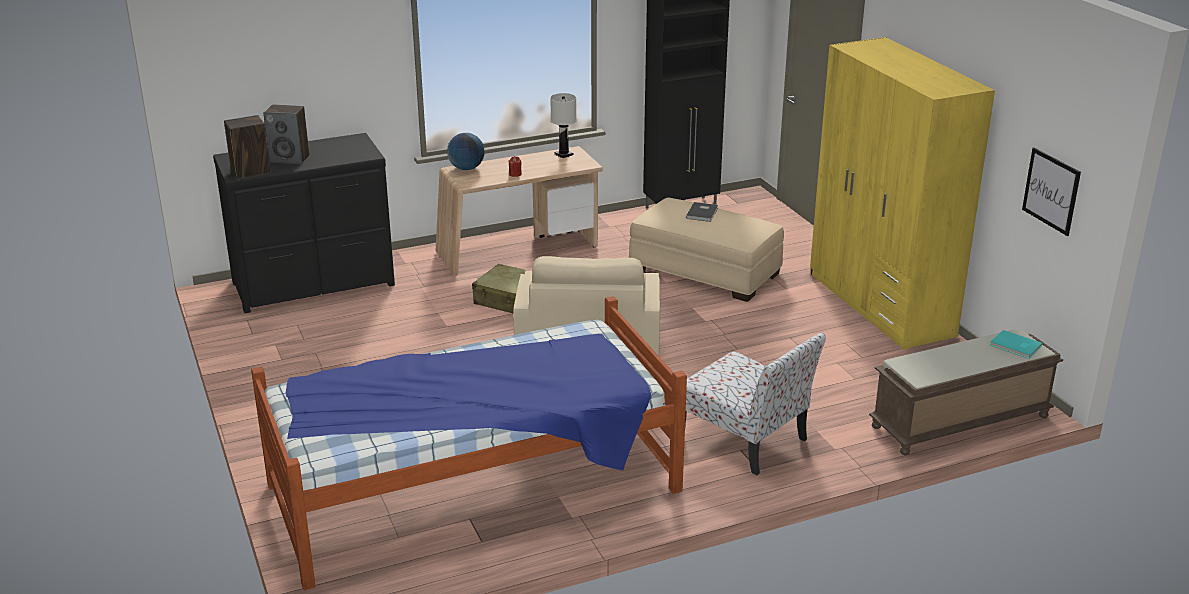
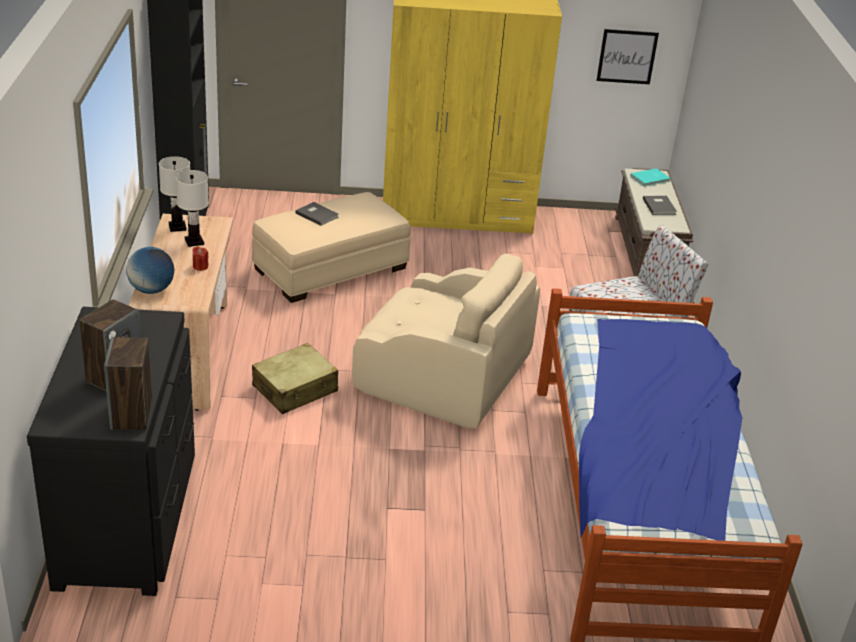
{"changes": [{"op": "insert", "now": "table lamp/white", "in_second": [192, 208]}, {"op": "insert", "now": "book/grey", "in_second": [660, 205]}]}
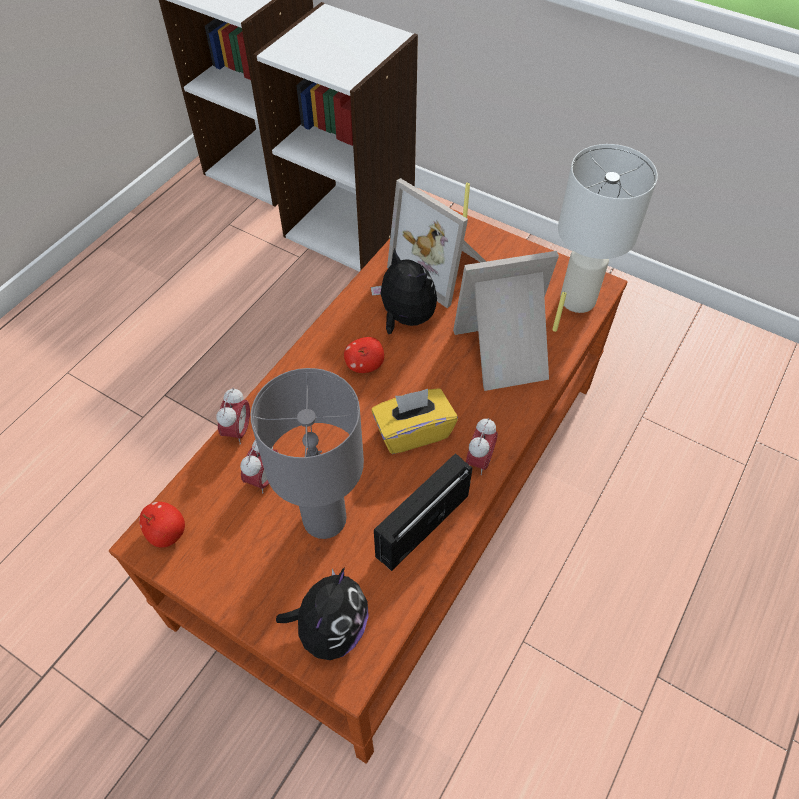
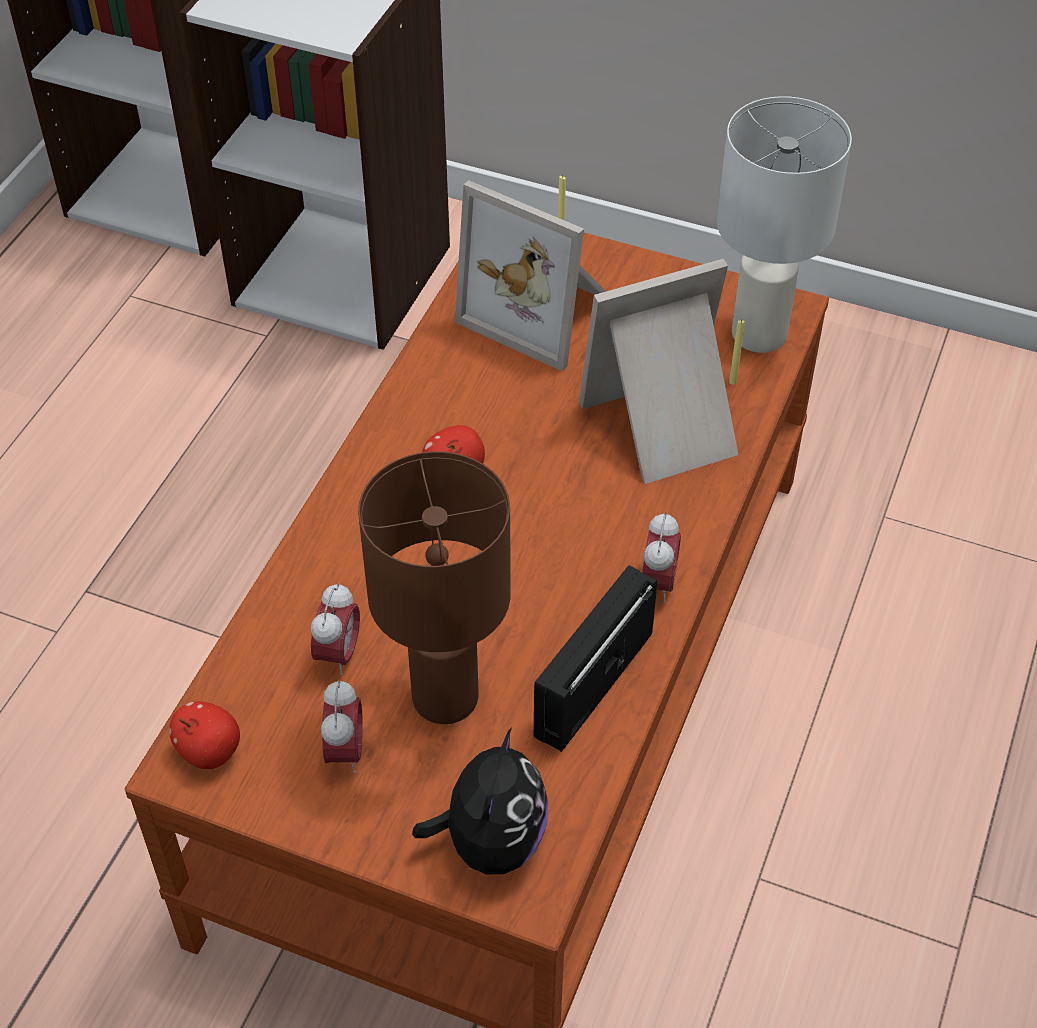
{"changes": [{"op": "move", "was": "alarm clock", "in_first": [233, 416], "in_second": [342, 726]}, {"op": "recolor", "was": "table lamp/grey", "now": "table lamp/brown", "in_first": [307, 453], "in_second": [434, 587]}, {"op": "delete", "was": "plush toy", "in_first": [404, 291]}, {"op": "delete", "was": "tissue box/yellow", "in_first": [414, 421]}]}
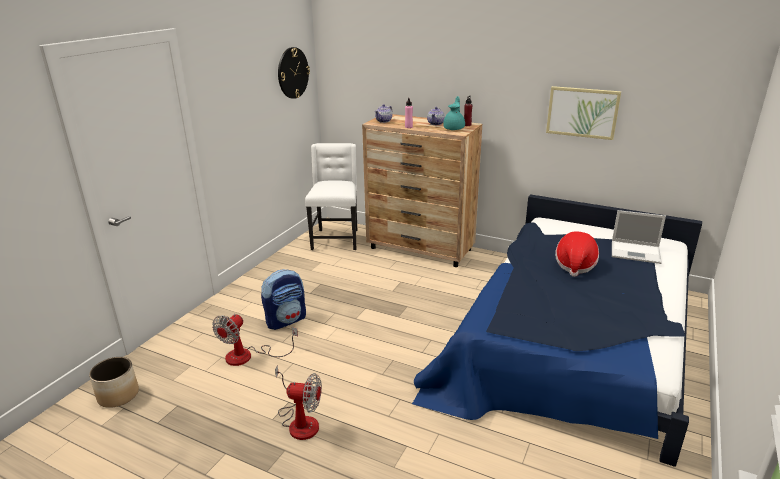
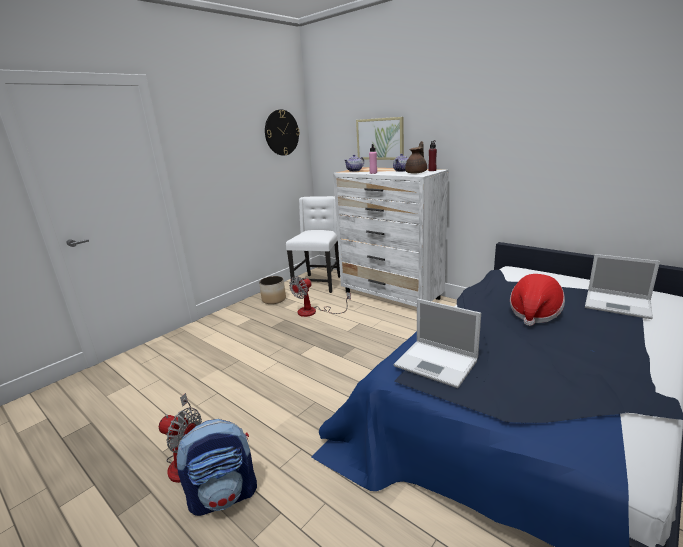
{"changes": [{"op": "move", "was": "backpack", "in_first": [283, 299], "in_second": [216, 467]}, {"op": "move", "was": "planter", "in_first": [114, 382], "in_second": [272, 290]}, {"op": "move", "was": "fan", "in_first": [255, 340], "in_second": [320, 296]}, {"op": "recolor", "was": "dresser/brown", "now": "dresser/white", "in_first": [422, 190], "in_second": [391, 237]}, {"op": "move", "was": "picture", "in_first": [583, 113], "in_second": [380, 138]}, {"op": "insert", "now": "laptop", "in_second": [437, 343]}, {"op": "recolor", "was": "teapot/turquoise", "now": "teapot/brown", "in_first": [454, 113], "in_second": [416, 157]}]}
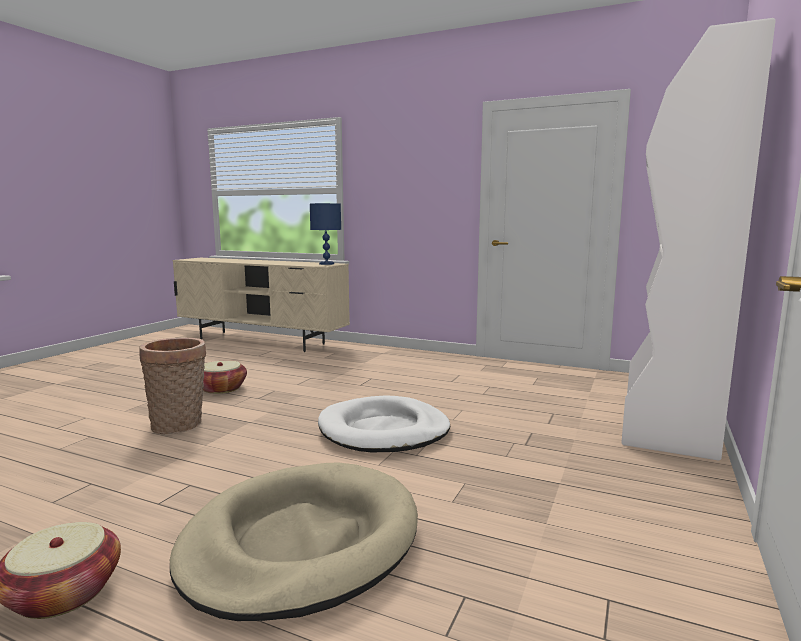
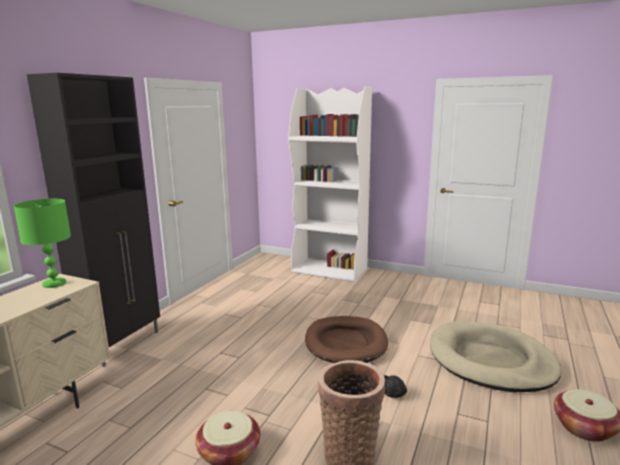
{"changes": [{"op": "recolor", "was": "table lamp/blue", "now": "table lamp/green", "in_first": [325, 234], "in_second": [42, 243]}, {"op": "insert", "now": "cabinet/black", "in_second": [93, 220]}, {"op": "recolor", "was": "dog bed/white", "now": "dog bed/brown", "in_first": [384, 423], "in_second": [346, 339]}, {"op": "insert", "now": "plush toy/black", "in_second": [395, 386]}]}
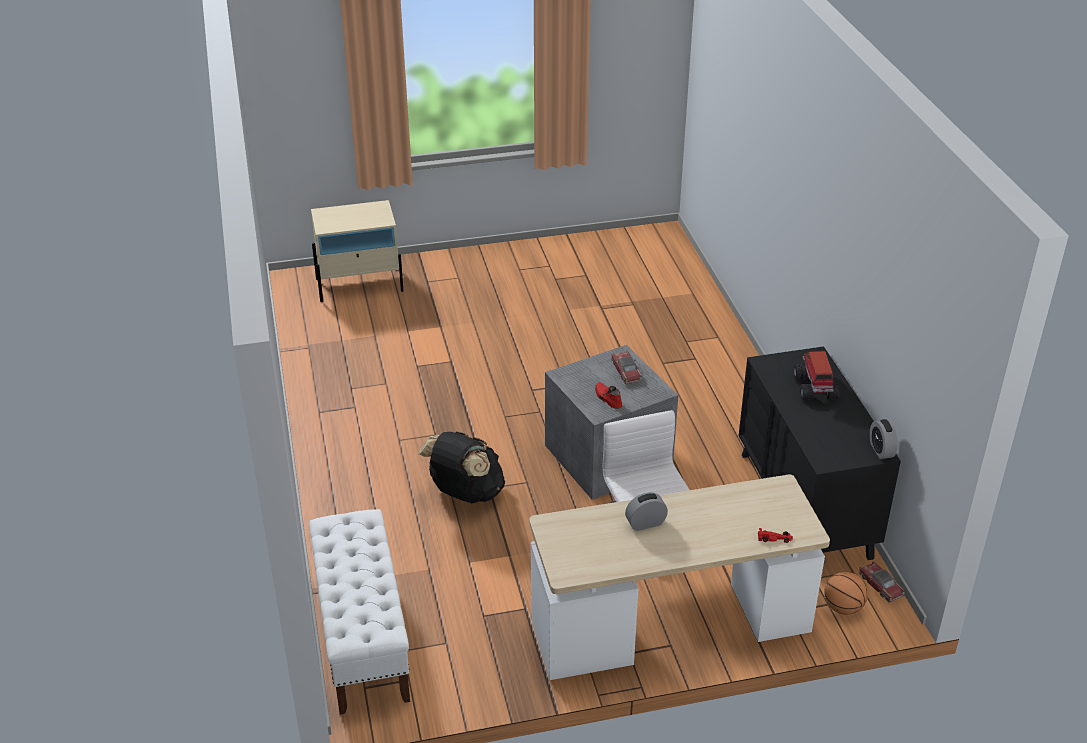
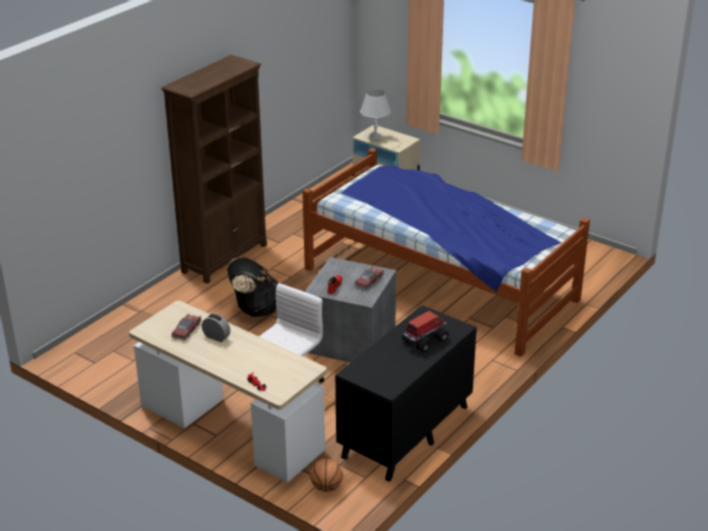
{"changes": [{"op": "insert", "now": "bookcase/brown", "in_second": [214, 169]}, {"op": "move", "was": "toy car", "in_first": [882, 582], "in_second": [186, 327]}, {"op": "insert", "now": "bed", "in_second": [446, 252]}, {"op": "insert", "now": "table lamp/white", "in_second": [375, 115]}, {"op": "delete", "was": "bench/white", "in_first": [359, 612]}, {"op": "delete", "was": "alarm clock", "in_first": [884, 439]}]}
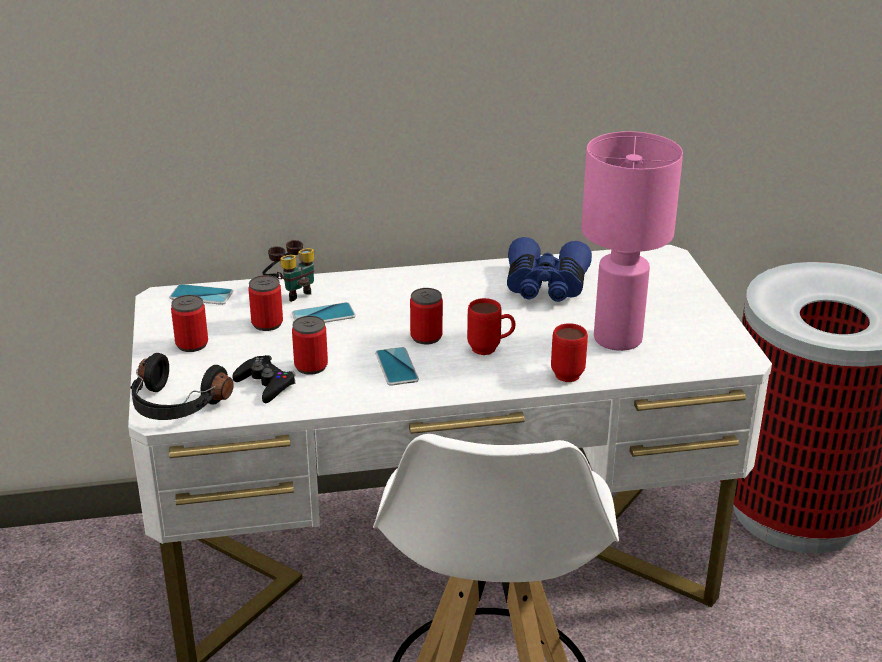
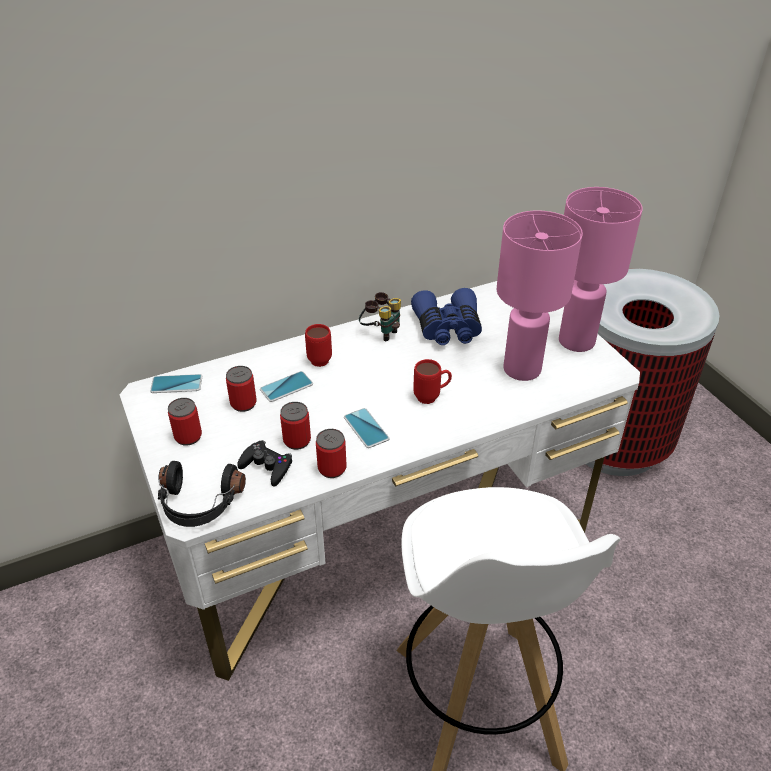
{"changes": [{"op": "move", "was": "mug/red", "in_first": [569, 352], "in_second": [318, 345]}, {"op": "move", "was": "can", "in_first": [426, 316], "in_second": [331, 453]}, {"op": "move", "was": "binoculars", "in_first": [288, 271], "in_second": [380, 316]}, {"op": "insert", "now": "table lamp/pink", "in_second": [601, 269]}]}
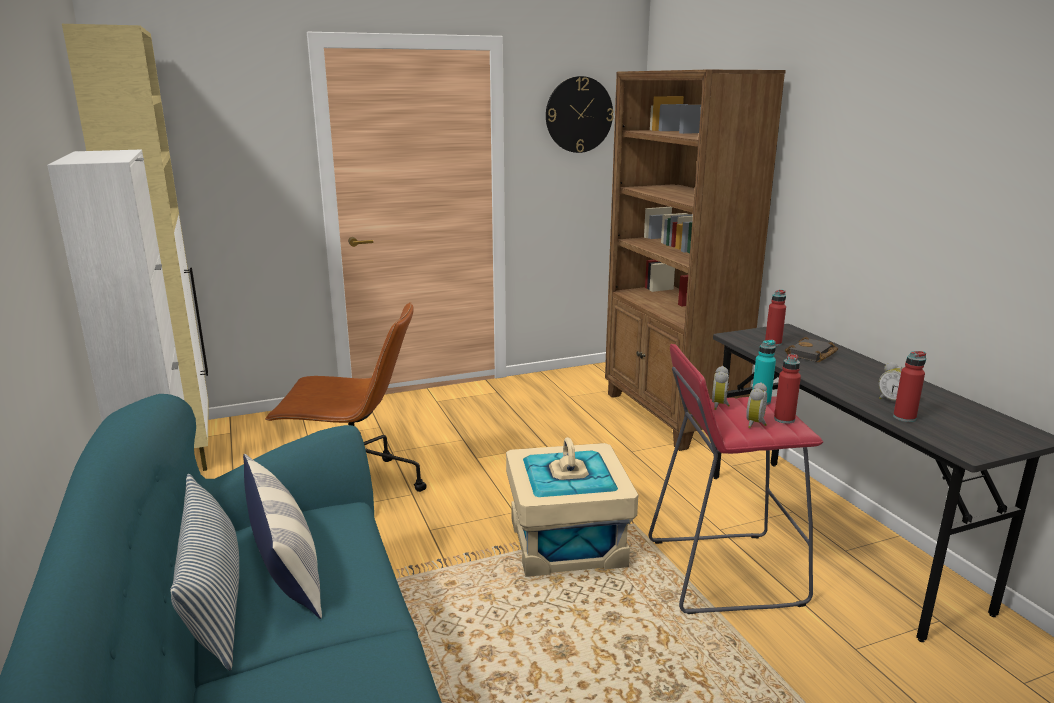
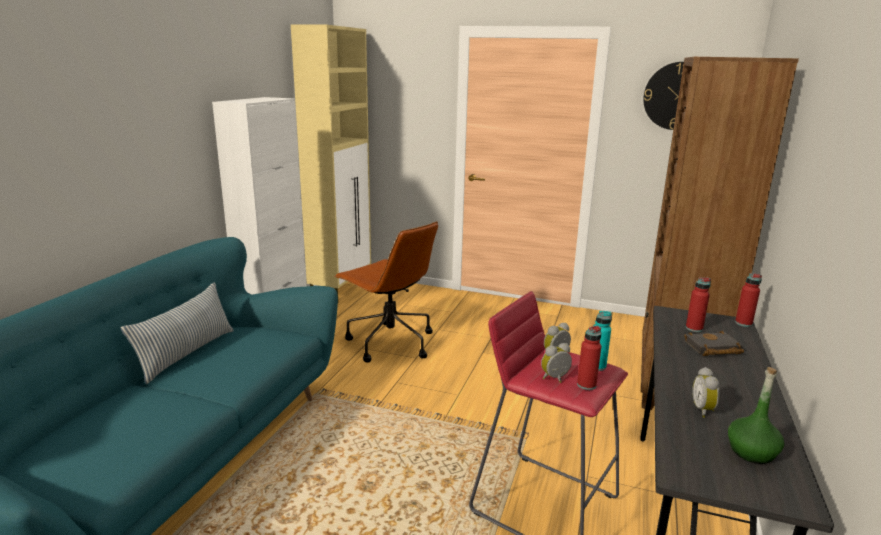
{"changes": [{"op": "insert", "now": "bottle/green", "in_second": [756, 415]}, {"op": "move", "was": "bottle/red", "in_first": [909, 386], "in_second": [748, 300]}, {"op": "delete", "was": "pillow", "in_first": [282, 536]}, {"op": "delete", "was": "storage box/beige", "in_first": [572, 507]}]}
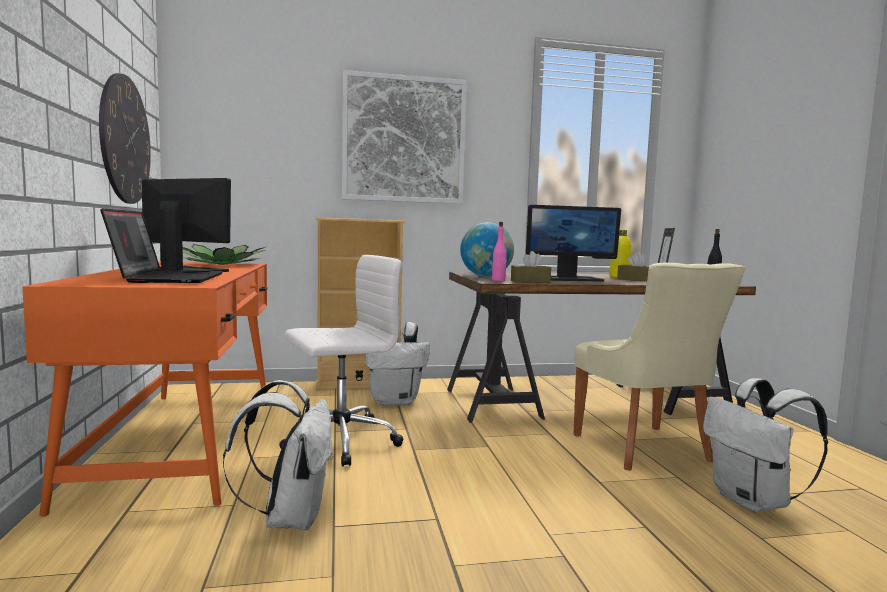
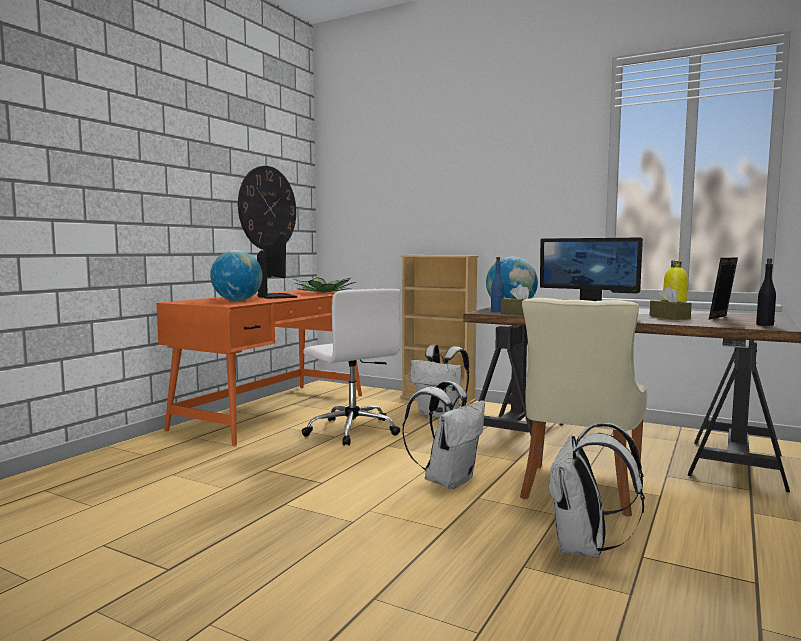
{"changes": [{"op": "replace", "was": "laptop", "now": "globe", "in_first": [161, 245], "in_second": [236, 275]}, {"op": "rotate", "was": "office chair/white", "in_first": [341, 361], "in_second": [351, 367], "clockwise": 45}, {"op": "move", "was": "backpack/white", "in_first": [278, 455], "in_second": [443, 435]}, {"op": "recolor", "was": "bottle/pink", "now": "bottle/blue", "in_first": [499, 251], "in_second": [497, 284]}, {"op": "delete", "was": "picture", "in_first": [404, 137]}]}
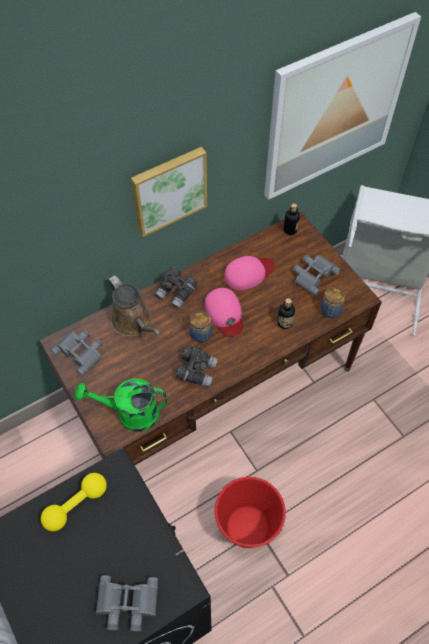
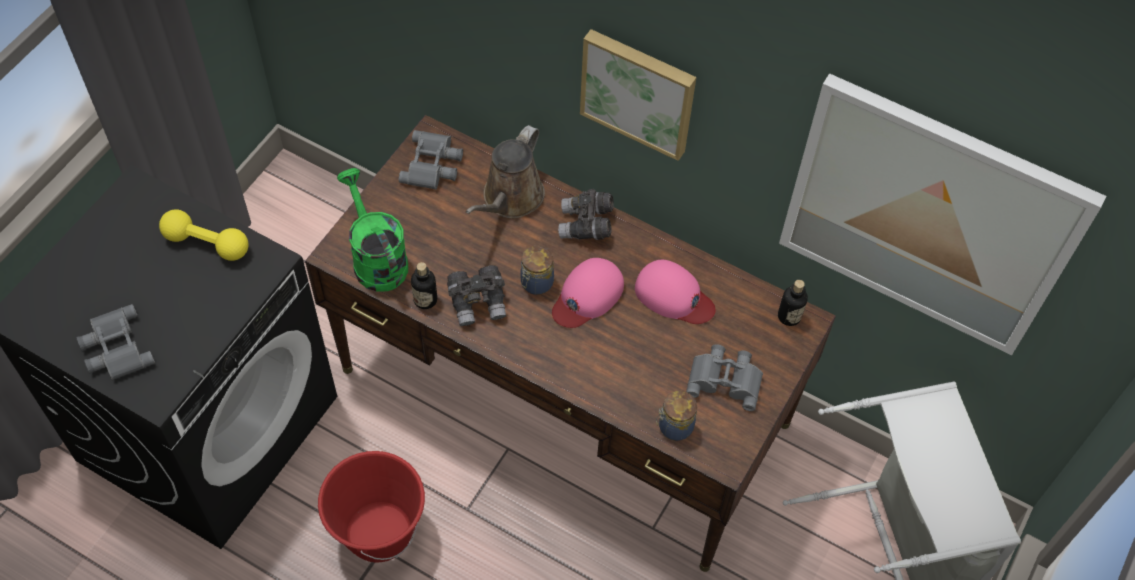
{"changes": [{"op": "move", "was": "bottle", "in_first": [286, 313], "in_second": [424, 285]}]}
